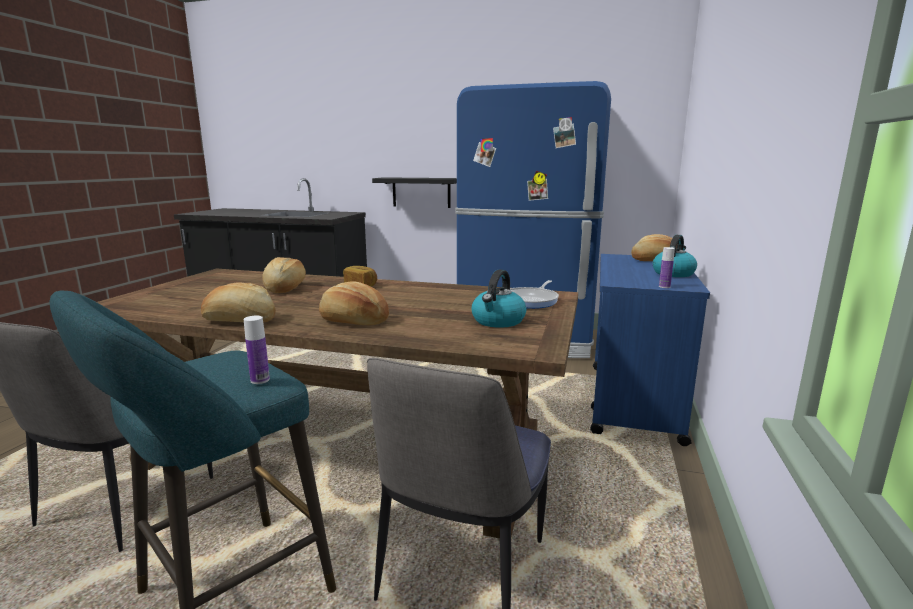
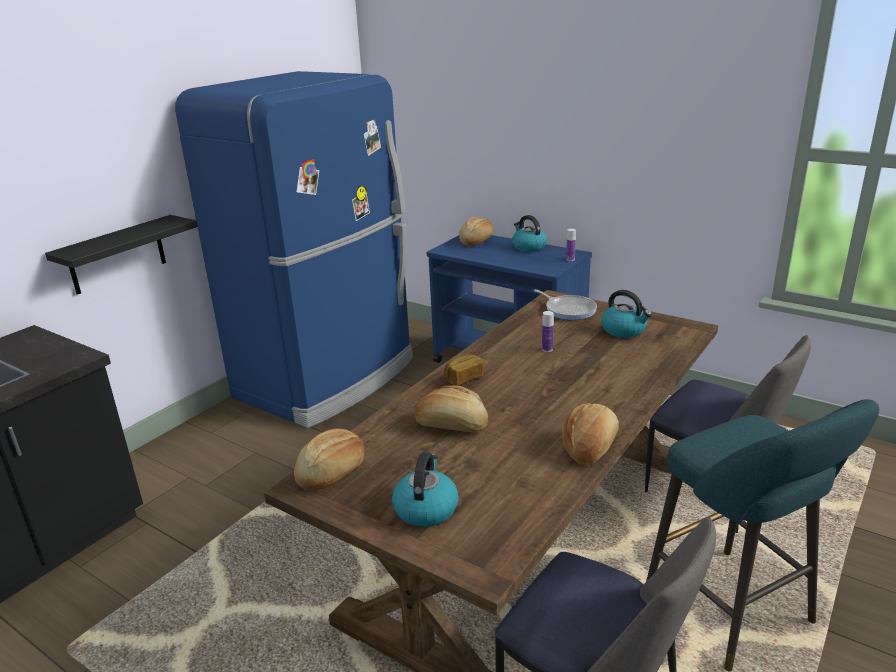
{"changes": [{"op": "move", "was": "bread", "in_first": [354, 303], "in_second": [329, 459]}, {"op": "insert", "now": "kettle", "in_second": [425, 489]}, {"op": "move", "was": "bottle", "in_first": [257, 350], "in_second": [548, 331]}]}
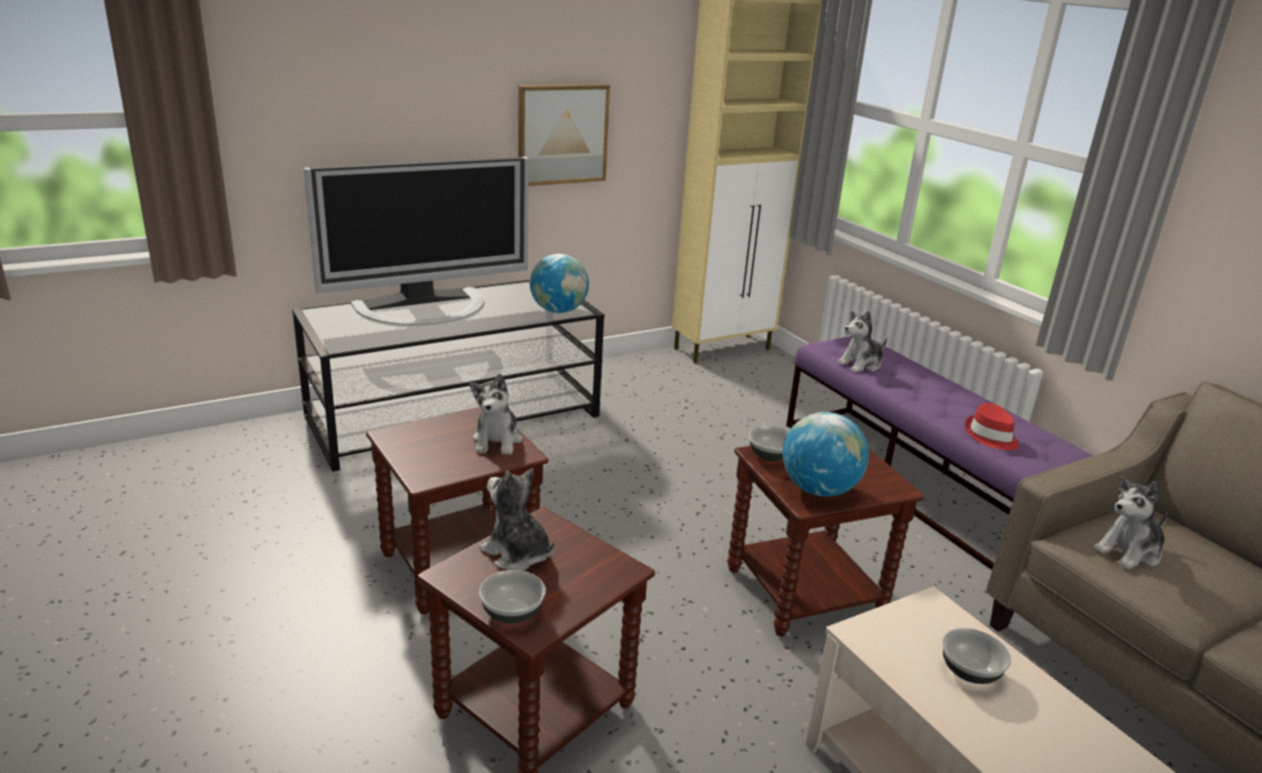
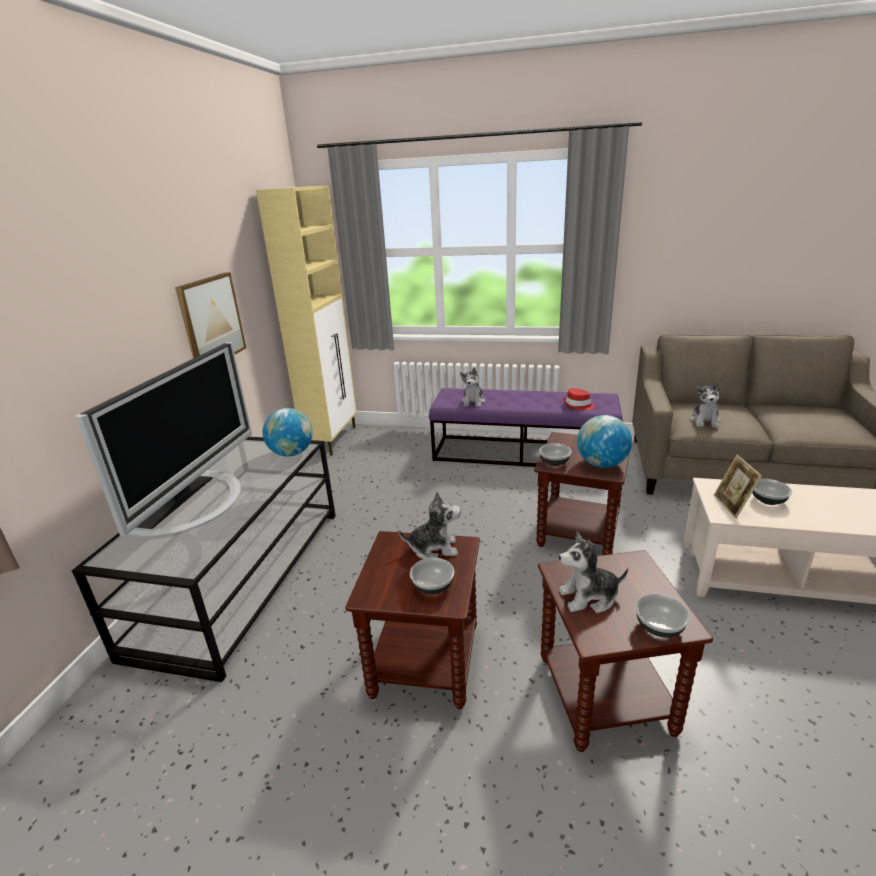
{"changes": [{"op": "rotate", "was": "plush toy", "in_first": [495, 414], "in_second": [430, 525], "clockwise": -45}, {"op": "insert", "now": "bowl", "in_second": [432, 576]}, {"op": "insert", "now": "picture frame", "in_second": [737, 486]}]}
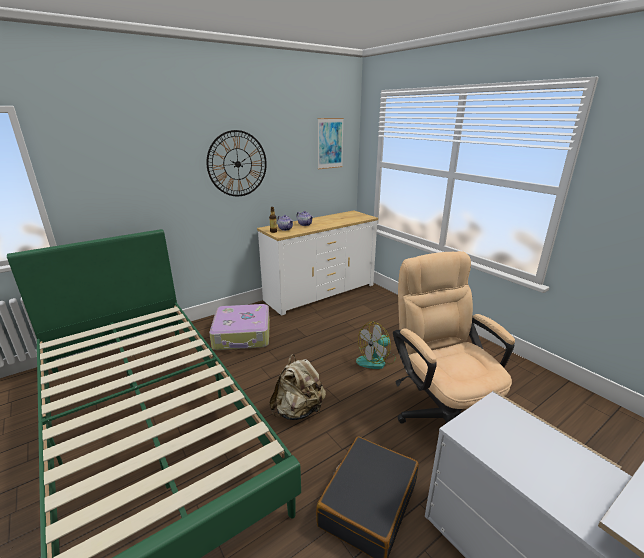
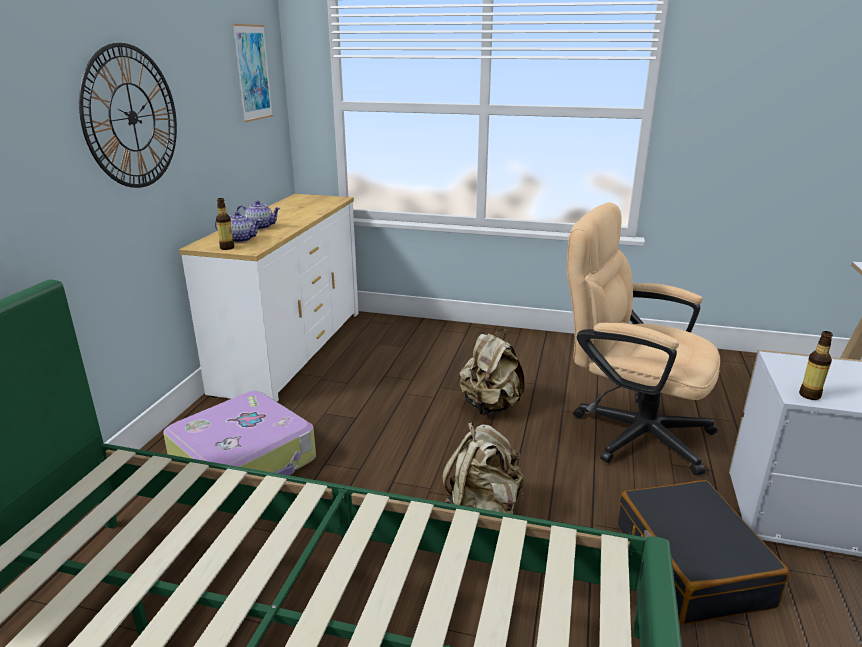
{"changes": [{"op": "replace", "was": "fan", "now": "backpack/beige", "in_first": [376, 345], "in_second": [492, 372]}, {"op": "insert", "now": "bottle", "in_second": [816, 365]}]}
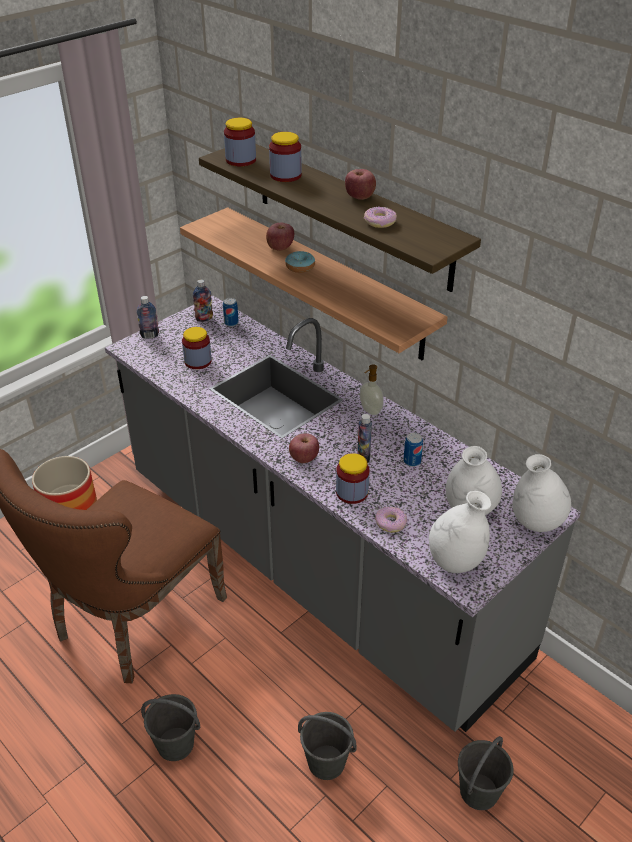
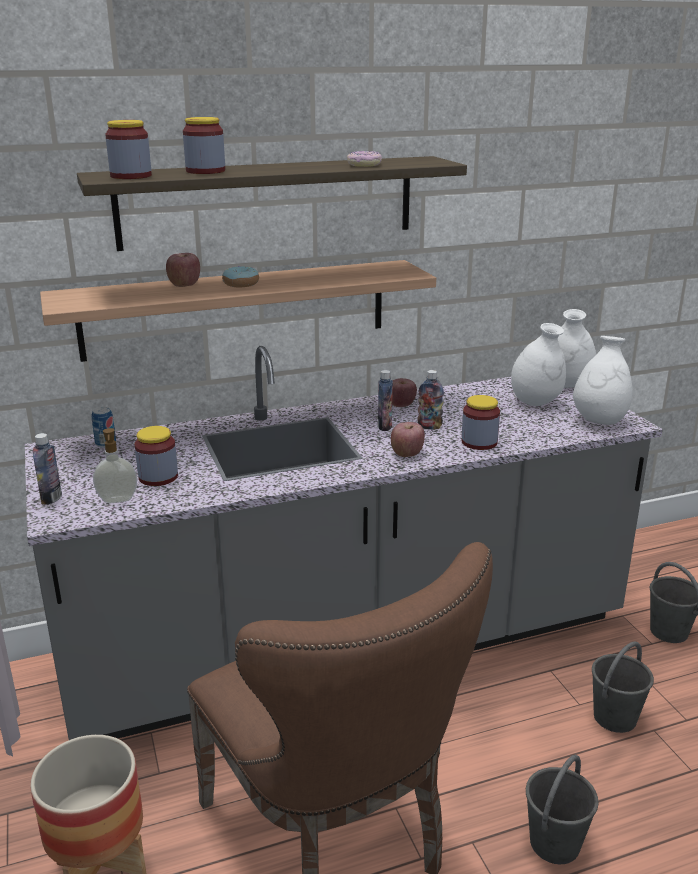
{"changes": [{"op": "move", "was": "soap dispenser", "in_first": [372, 389], "in_second": [115, 465]}, {"op": "move", "was": "bottle", "in_first": [203, 300], "in_second": [385, 400]}, {"op": "move", "was": "apple", "in_first": [360, 184], "in_second": [404, 392]}, {"op": "delete", "was": "donut", "in_first": [391, 520]}, {"op": "delete", "was": "can", "in_first": [413, 450]}]}
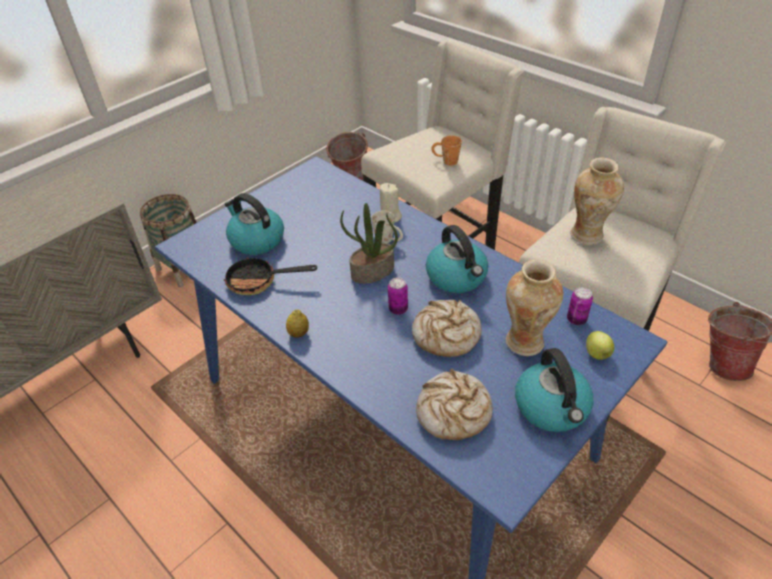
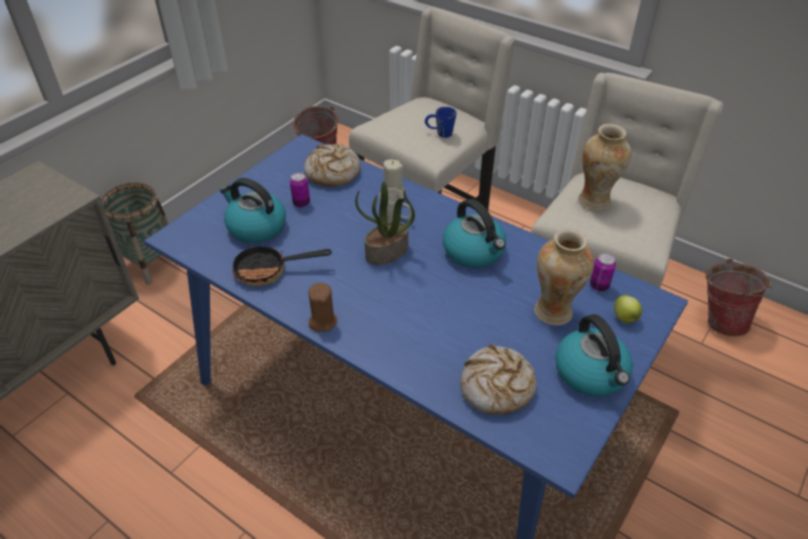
{"changes": [{"op": "move", "was": "can", "in_first": [398, 296], "in_second": [300, 190]}, {"op": "move", "was": "bread", "in_first": [447, 328], "in_second": [332, 165]}, {"op": "replace", "was": "lemon", "now": "candle/brown", "in_first": [297, 323], "in_second": [322, 307]}, {"op": "recolor", "was": "mug/orange", "now": "mug/blue", "in_first": [446, 150], "in_second": [441, 122]}]}
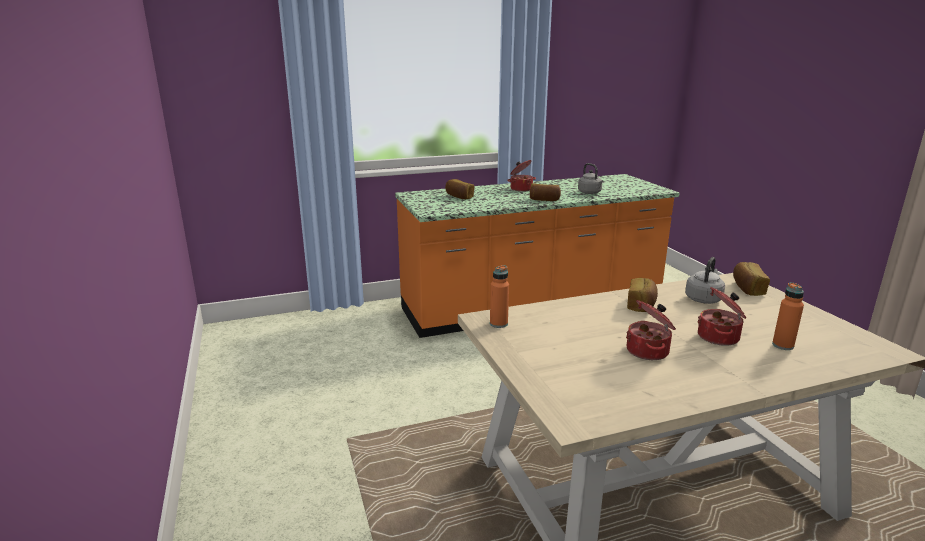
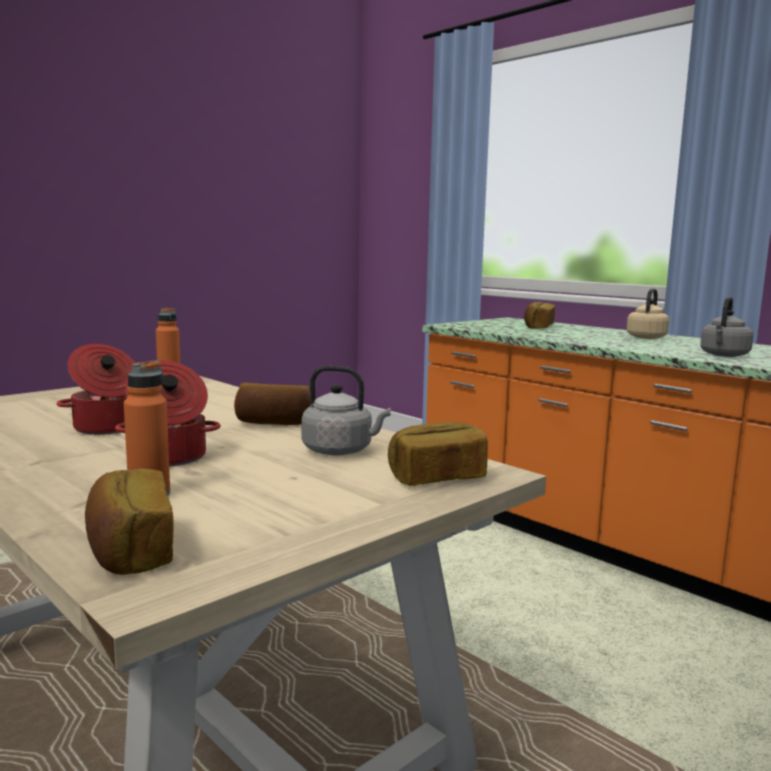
{"changes": [{"op": "move", "was": "bread", "in_first": [545, 192], "in_second": [129, 521]}, {"op": "replace", "was": "cooking pot", "now": "kettle/beige", "in_first": [521, 176], "in_second": [647, 314]}]}
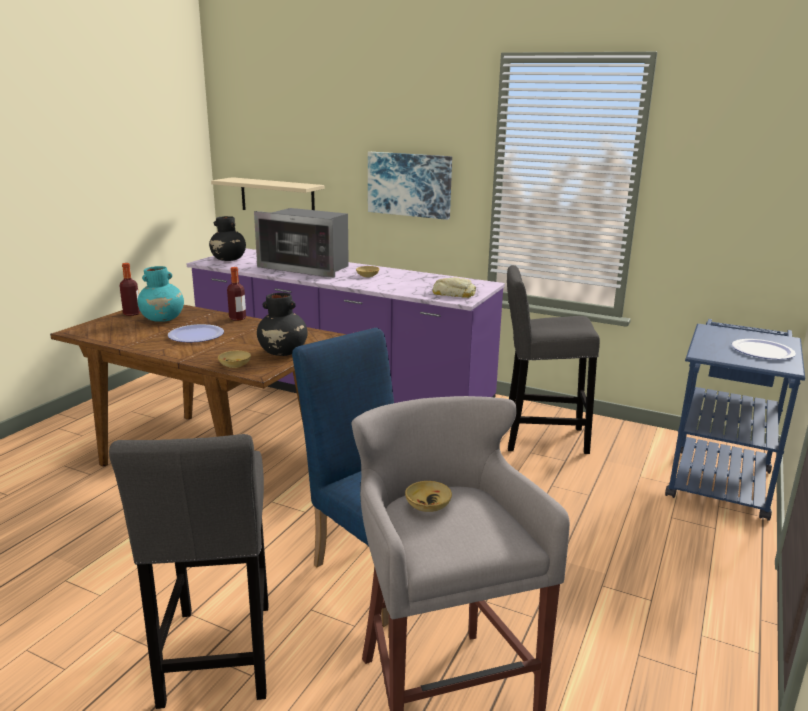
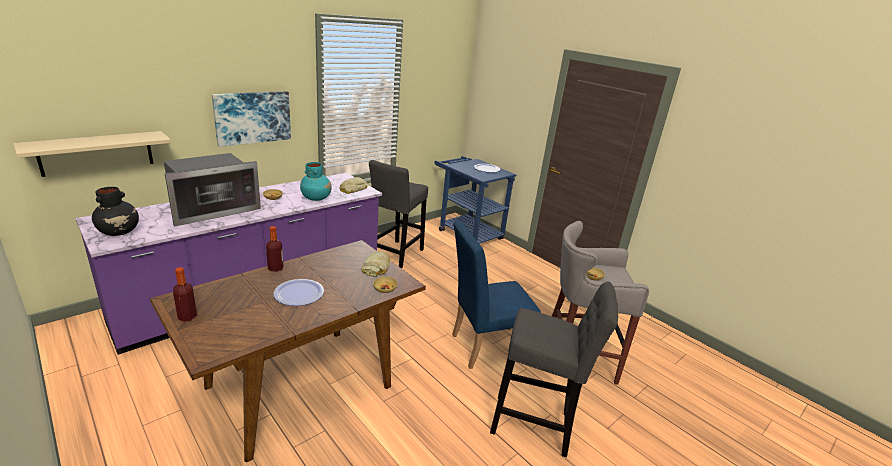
{"changes": [{"op": "move", "was": "vase/turquoise", "in_first": [160, 294], "in_second": [316, 181]}, {"op": "replace", "was": "vase/black", "now": "bread", "in_first": [282, 324], "in_second": [375, 264]}]}
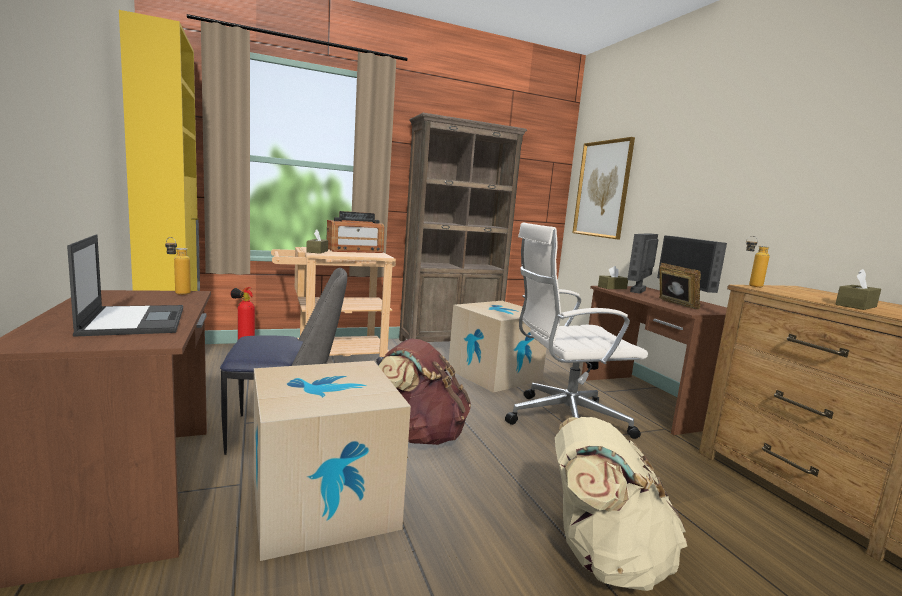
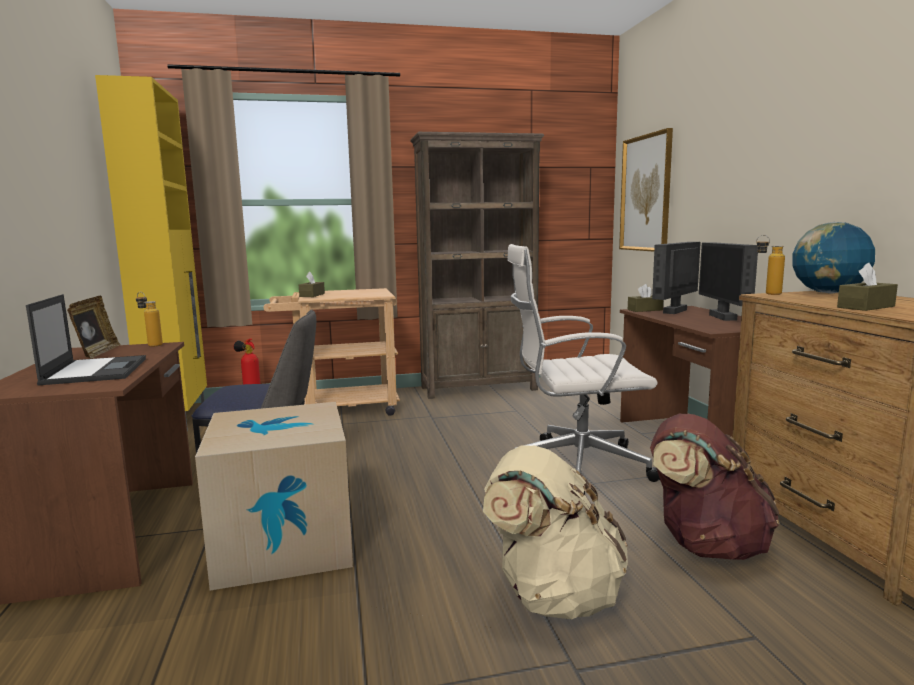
{"changes": [{"op": "move", "was": "picture frame", "in_first": [680, 286], "in_second": [93, 327]}, {"op": "move", "was": "backpack/brown", "in_first": [425, 391], "in_second": [714, 487]}, {"op": "insert", "now": "globe", "in_second": [833, 258]}, {"op": "delete", "was": "radio", "in_first": [355, 232]}, {"op": "delete", "was": "cardboard box", "in_first": [498, 347]}]}
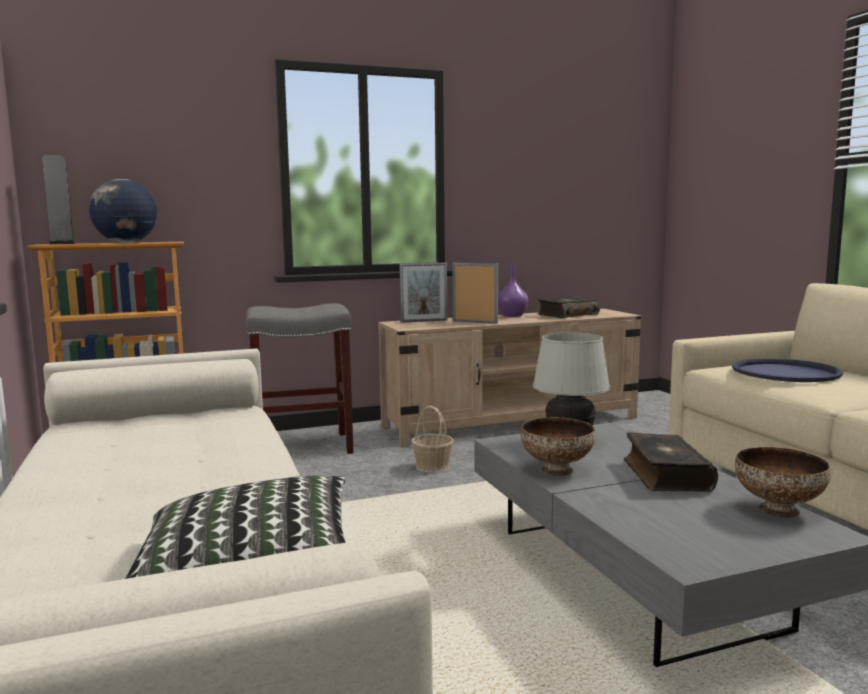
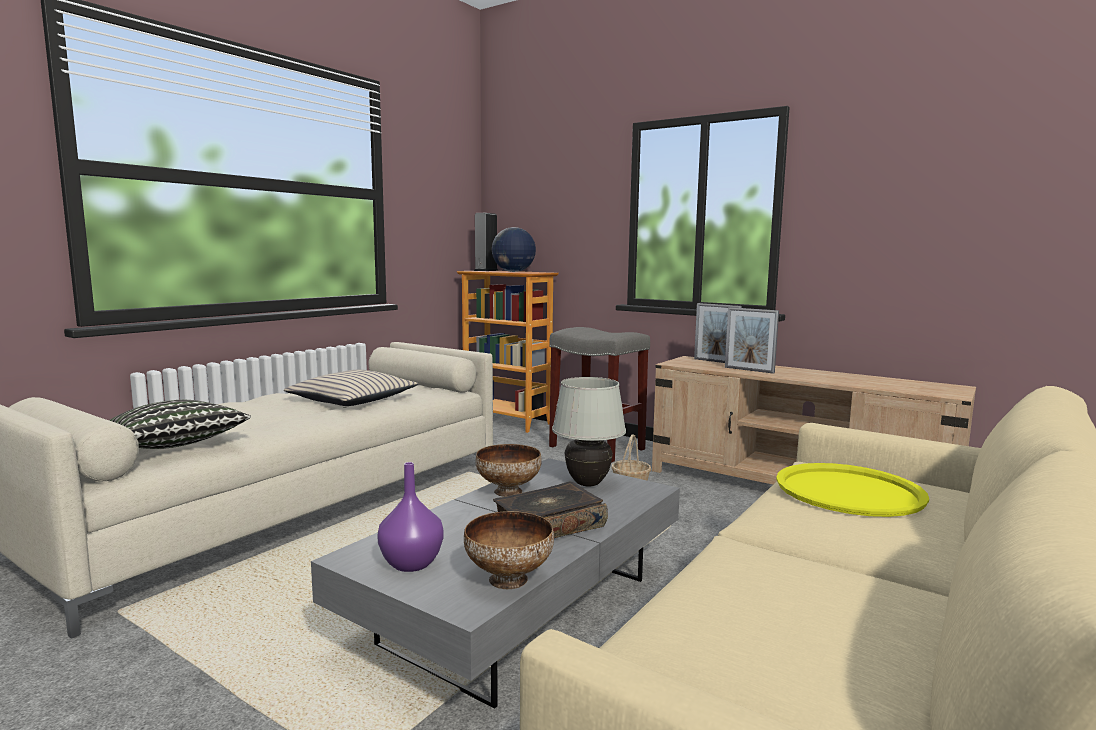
{"changes": [{"op": "insert", "now": "pillow/beige", "in_second": [351, 388]}, {"op": "move", "was": "vase/purple", "in_first": [513, 290], "in_second": [410, 517]}, {"op": "rotate", "was": "picture frame", "in_first": [475, 293], "in_second": [752, 340], "clockwise": 135}, {"op": "recolor", "was": "tray/blue", "now": "tray/yellow", "in_first": [787, 370], "in_second": [852, 490]}, {"op": "delete", "was": "book", "in_first": [568, 306]}]}
